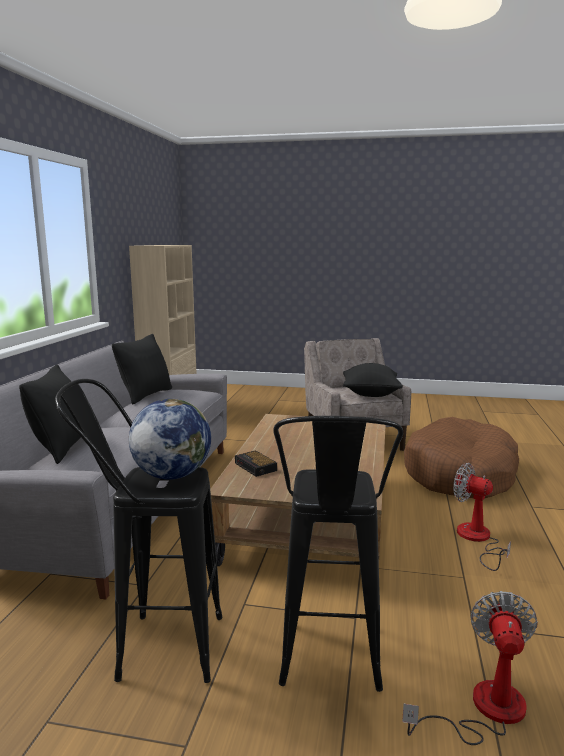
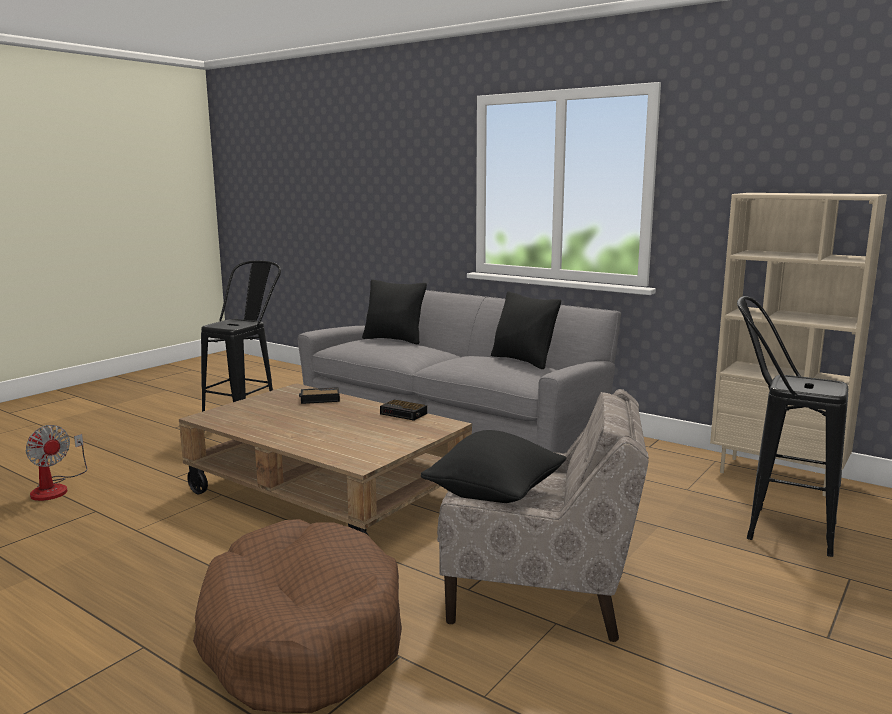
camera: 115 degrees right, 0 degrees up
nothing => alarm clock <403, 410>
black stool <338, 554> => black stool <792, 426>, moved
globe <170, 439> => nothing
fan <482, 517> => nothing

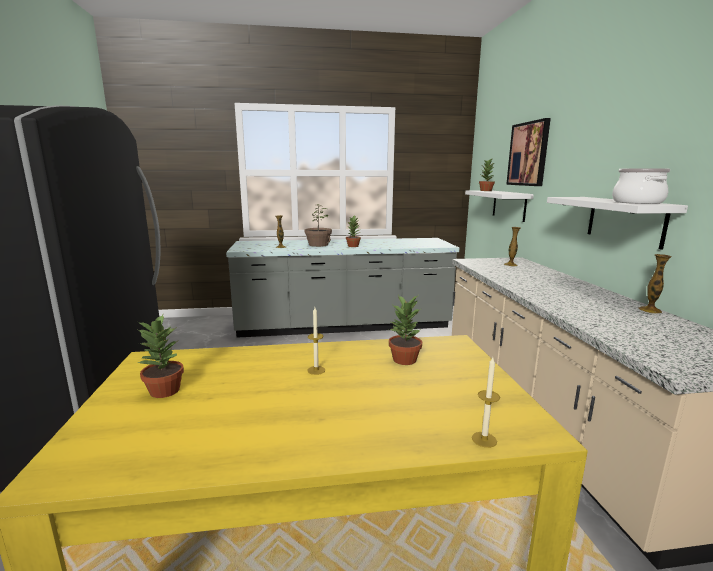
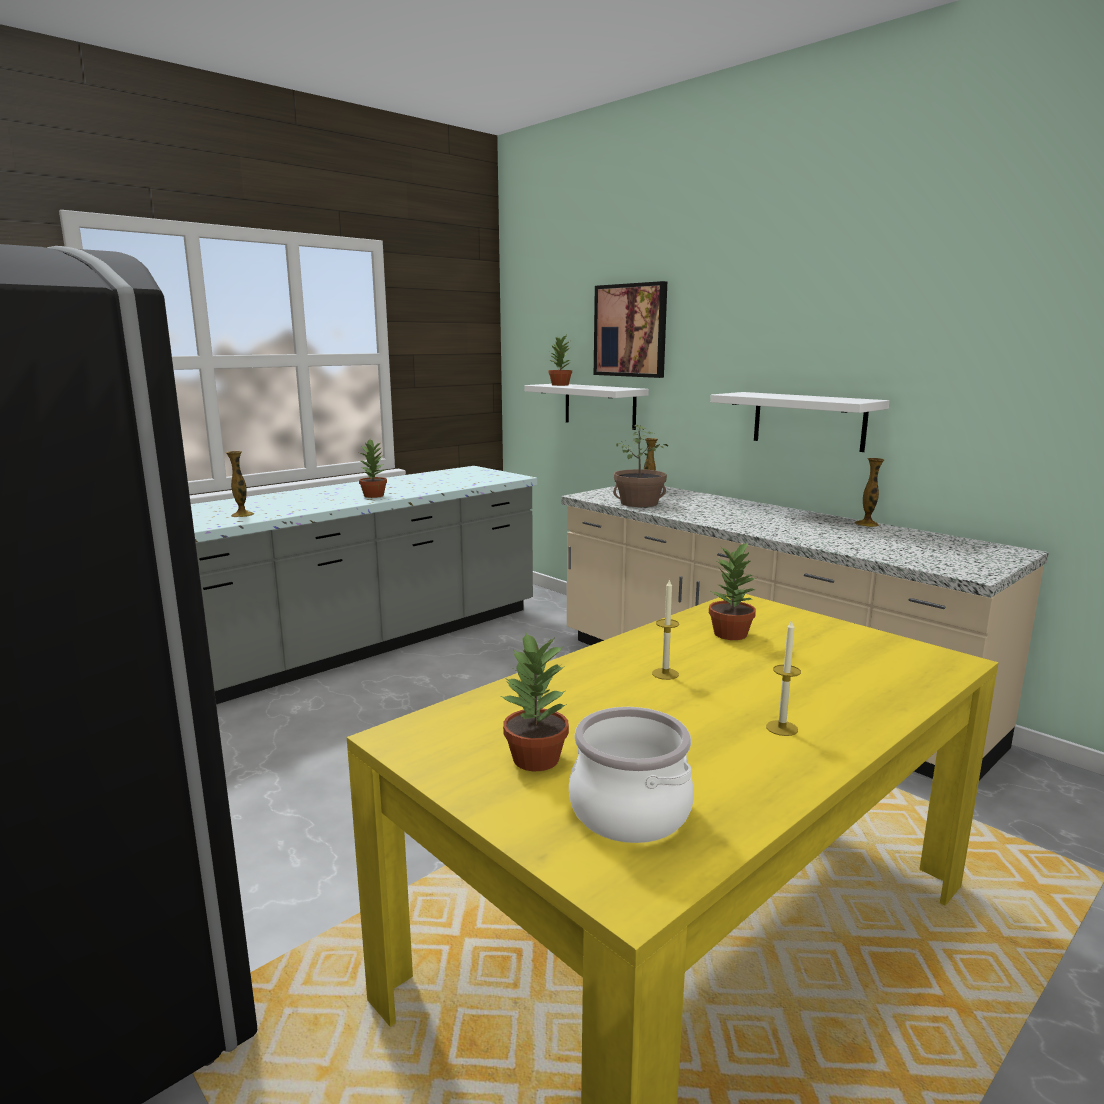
camera: 35 degrees left, 0 degrees up
cooking pot <641, 186> => cooking pot <631, 775>, moved
potted plant <318, 225> => potted plant <641, 466>, moved
candle <486, 402> => candle <783, 677>, moved

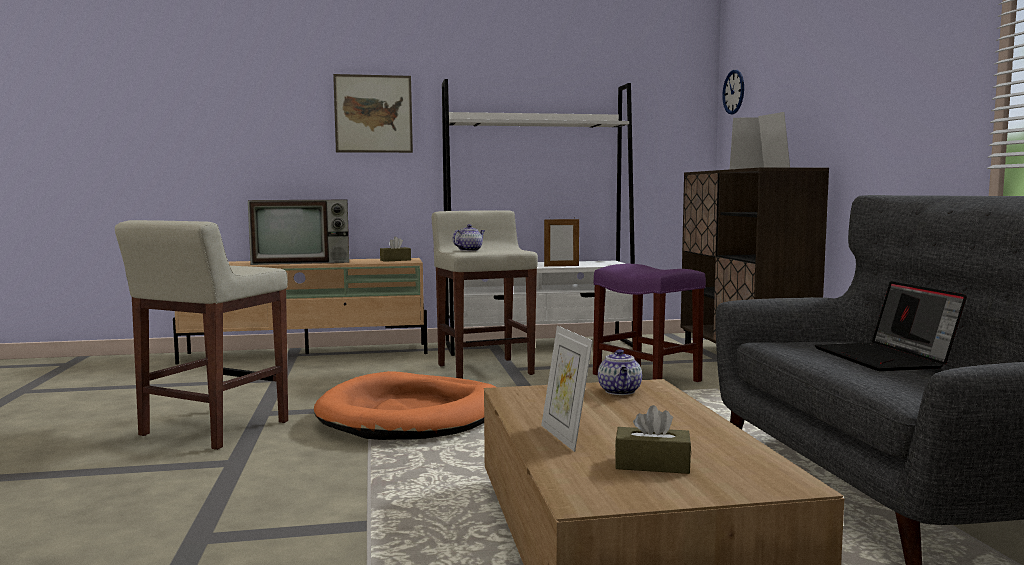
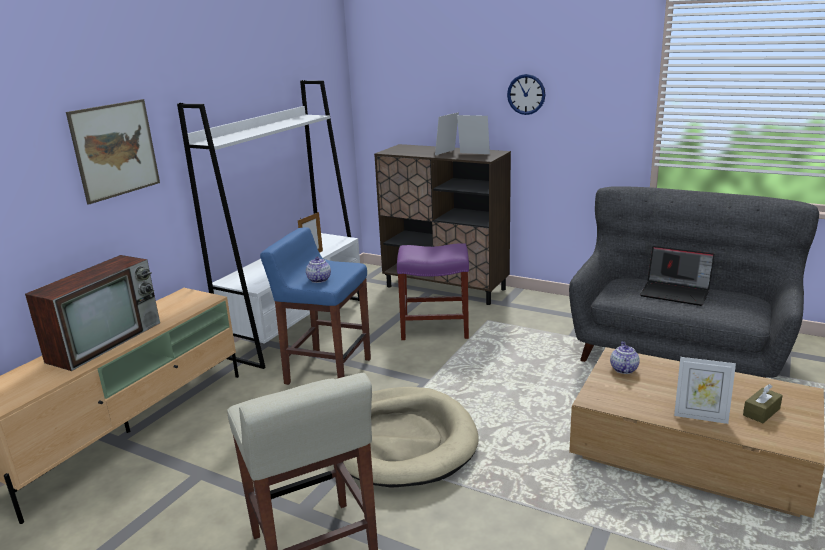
camera: 50 degrees left, 15 degrees up
beige stool <485, 294> => blue stool <315, 306>
orange dog bed <405, 405> => beige dog bed <411, 437>
wall clock <733, 92> => wall clock <526, 94>, moved
teapot <620, 372> => teapot <625, 357>, 120 degrees counterclockwise
brown tissue box <395, 249> => nothing

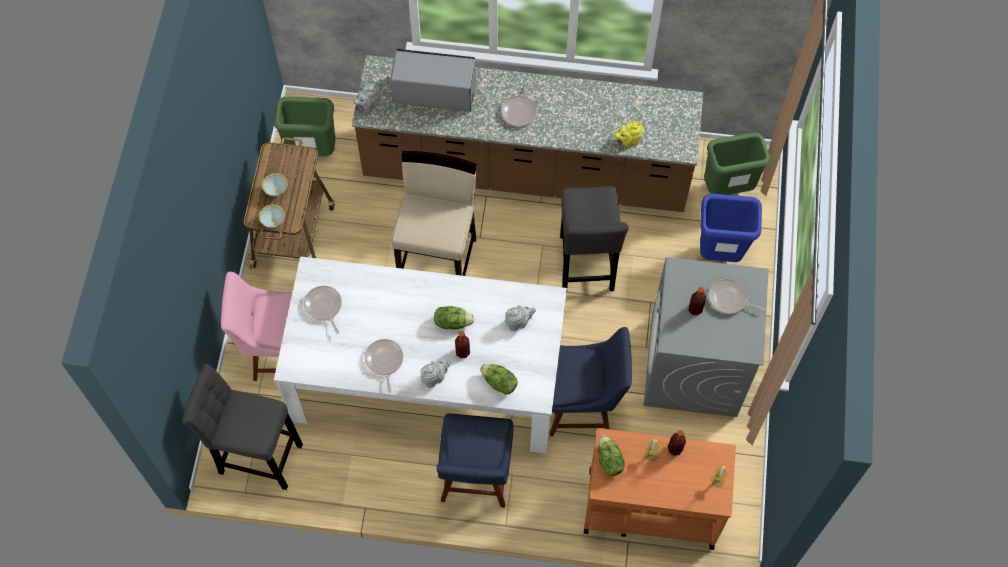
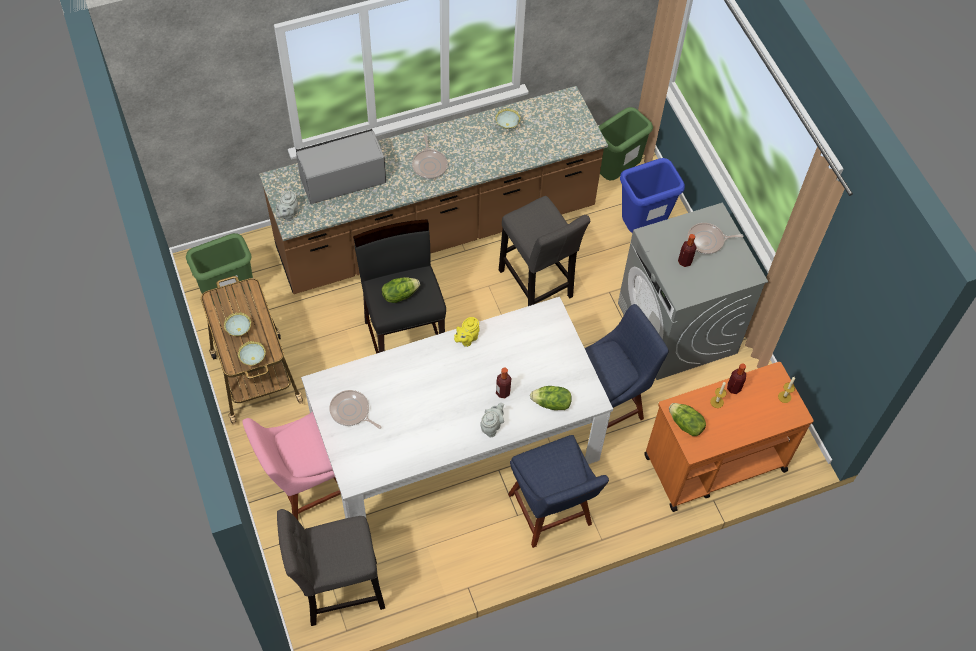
camera: 30 degrees left, 5 degrees down
beige stool <434, 213> => black stool <399, 286>
lettuce <454, 318> => lettuce <401, 290>, moved
yellow teapot <628, 134> => yellow teapot <467, 332>, moved
nothing => bowl <508, 118>
frying pan <384, 365> => nothing
grey teapot <520, 318> => nothing

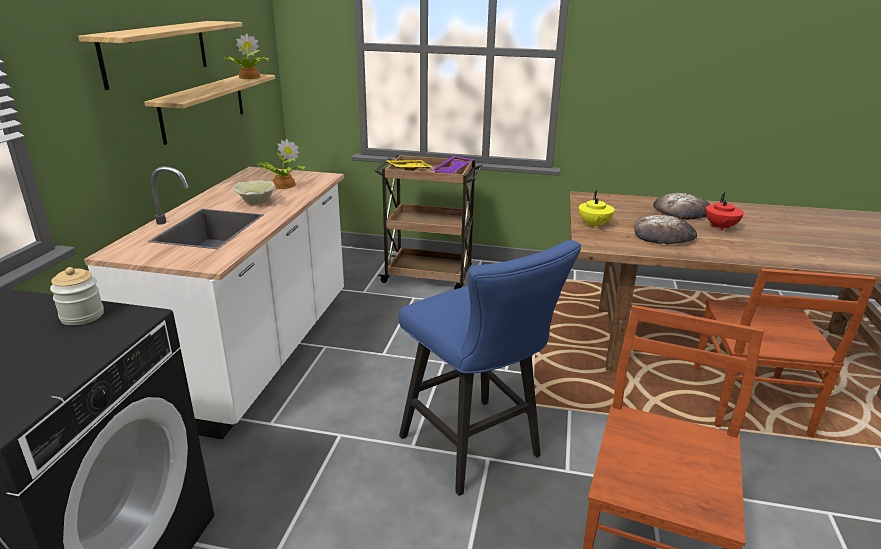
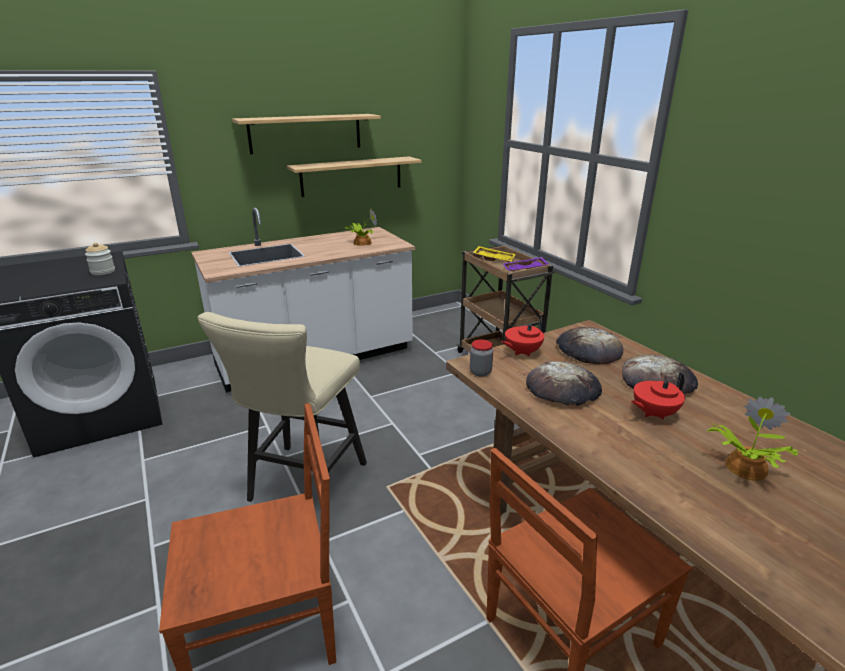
camera: 50 degrees right, 0 degrees up
blue stool <489, 368> => beige stool <282, 410>
nothing => jar <481, 358>
yellow teapot <597, 209> => red teapot <523, 336>
nothing => bread <589, 345>
potted plant <246, 56> => potted plant <752, 439>, moved
beige bowl <253, 192> => nothing

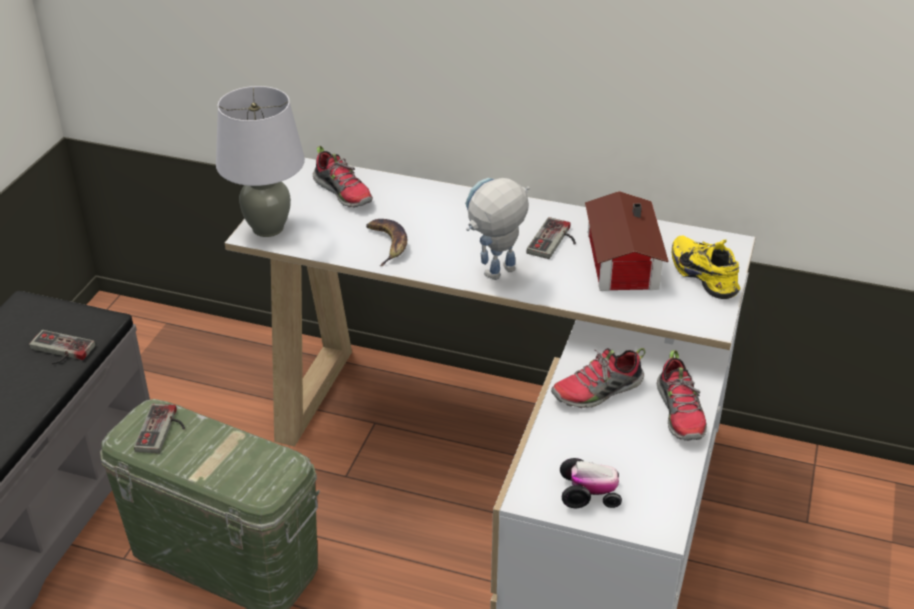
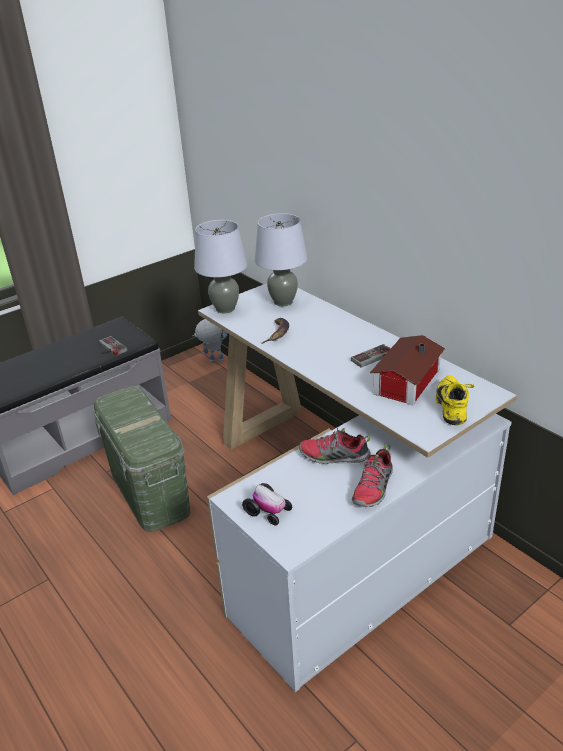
camera: 35 degrees right, 5 degrees down
toy robot <497, 229> => toy robot <210, 341>, moved
shoe <343, 176> => grey table lamp <281, 259>
game controller <159, 428> => nothing

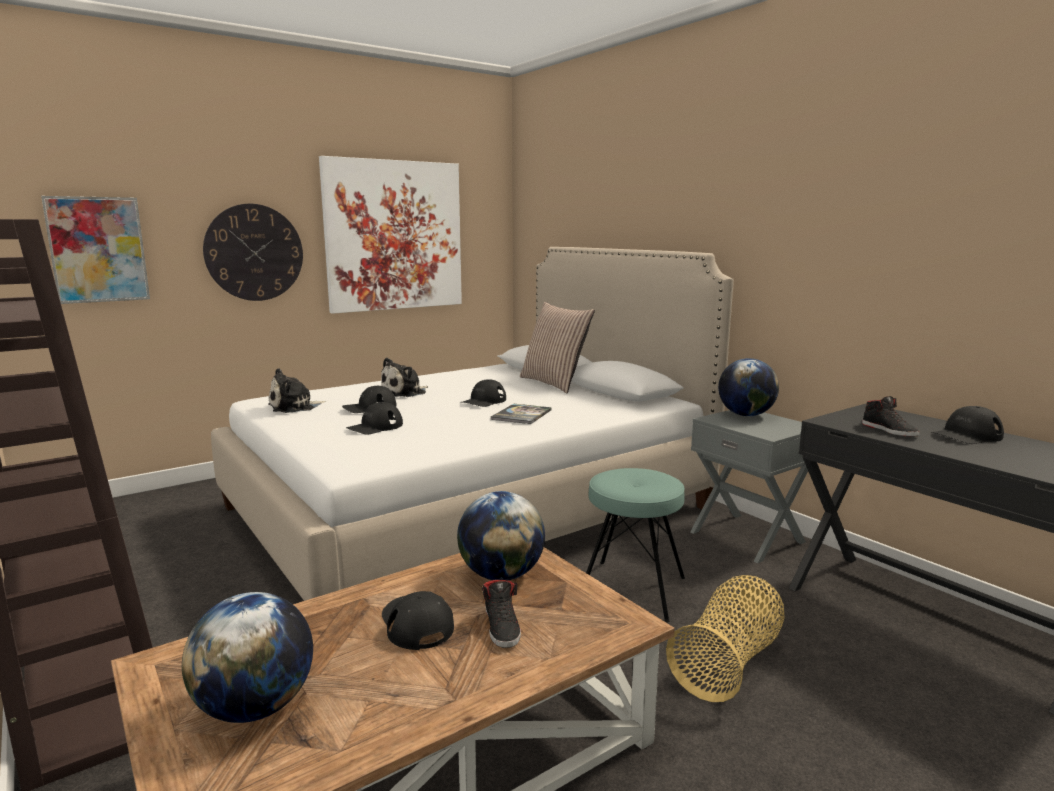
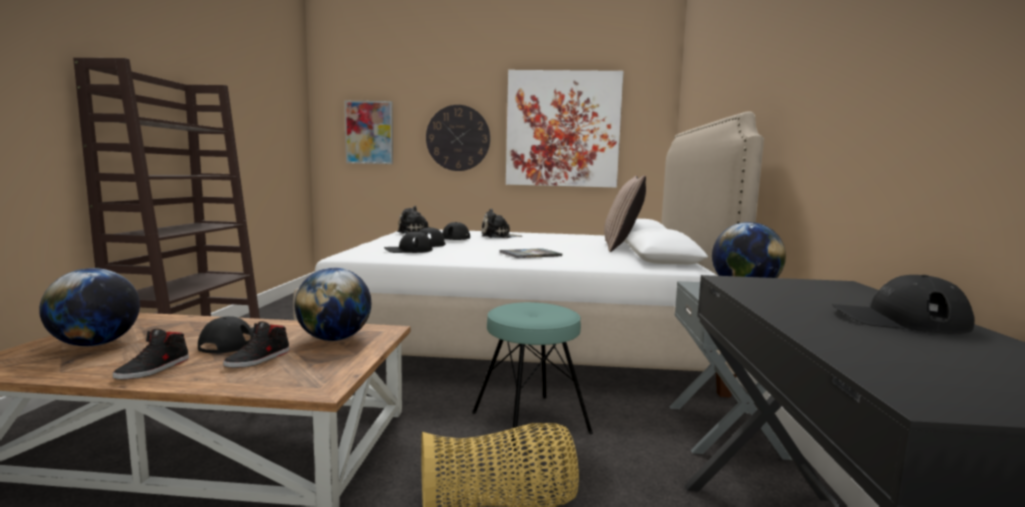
camera: 40 degrees right, 5 degrees down
black shoe <890, 416> => black shoe <151, 354>, moved
black cap <483, 393> => black cap <408, 242>, moved

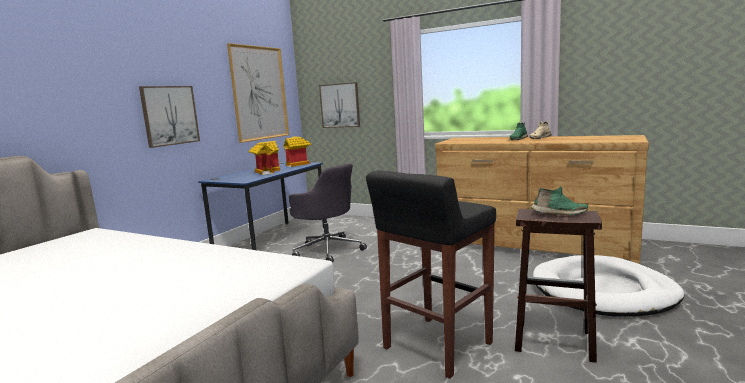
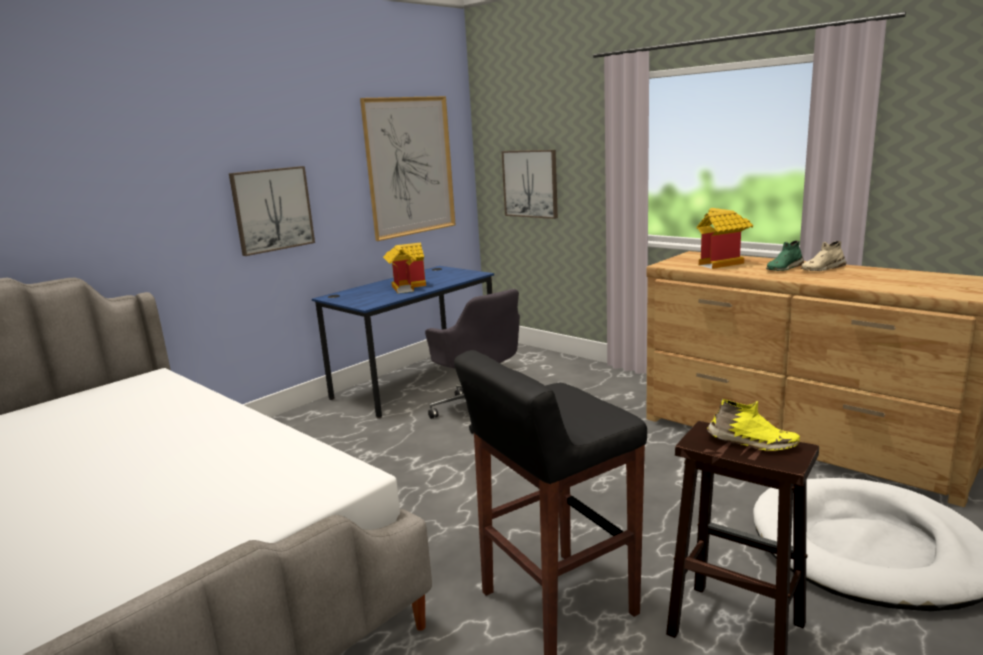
camera: 15 degrees right, 5 degrees up
toy house <297, 151> => toy house <724, 238>, moved
green shoe <559, 200> => yellow shoe <753, 425>

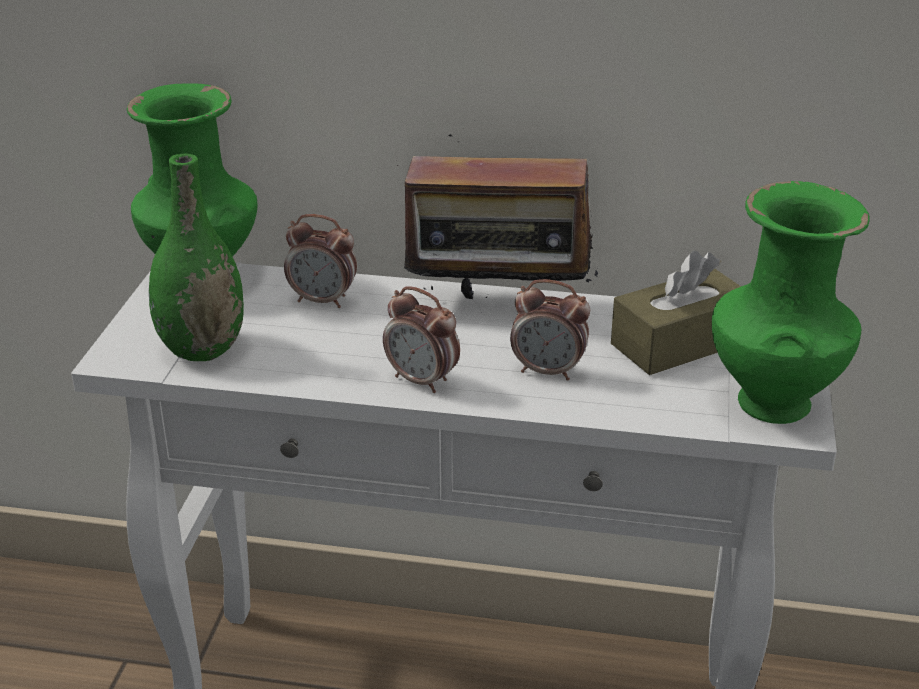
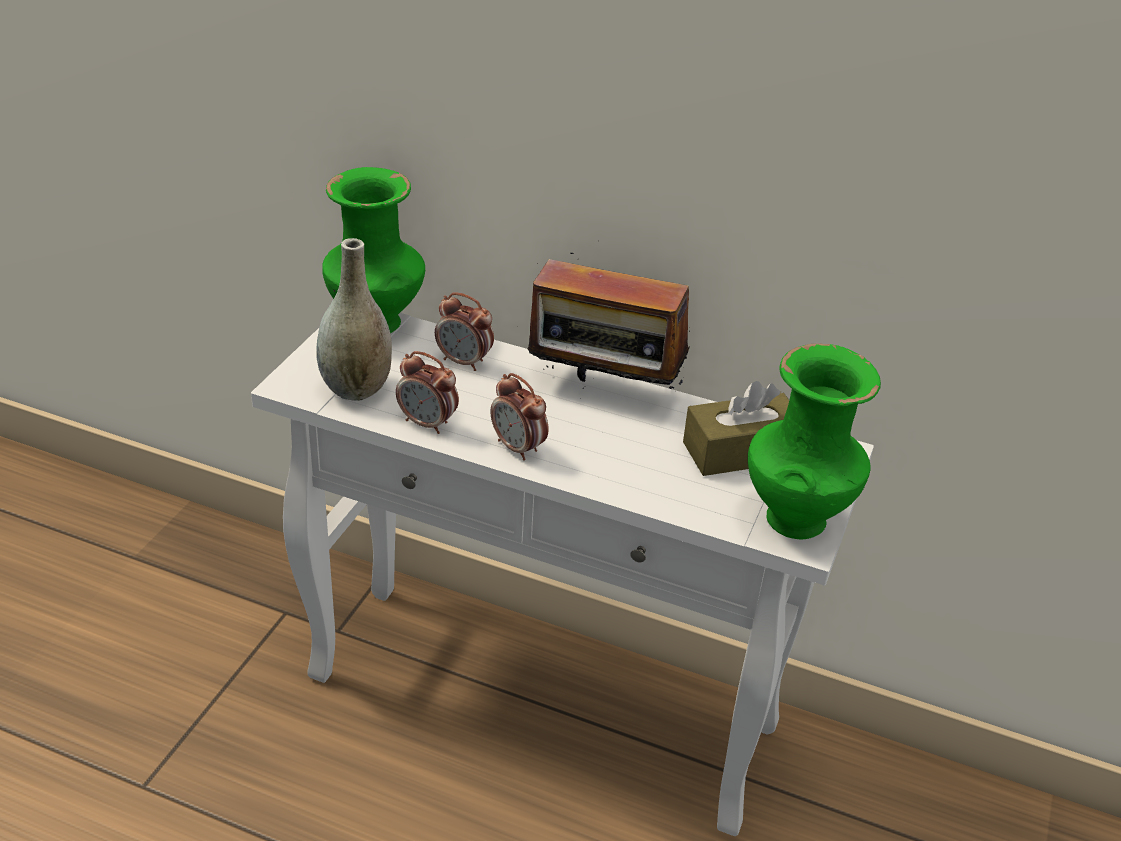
camera: 10 degrees right, 5 degrees up
green vase <196, 257> => grey vase <354, 319>
alarm clock <550, 330> => alarm clock <427, 392>, moved

